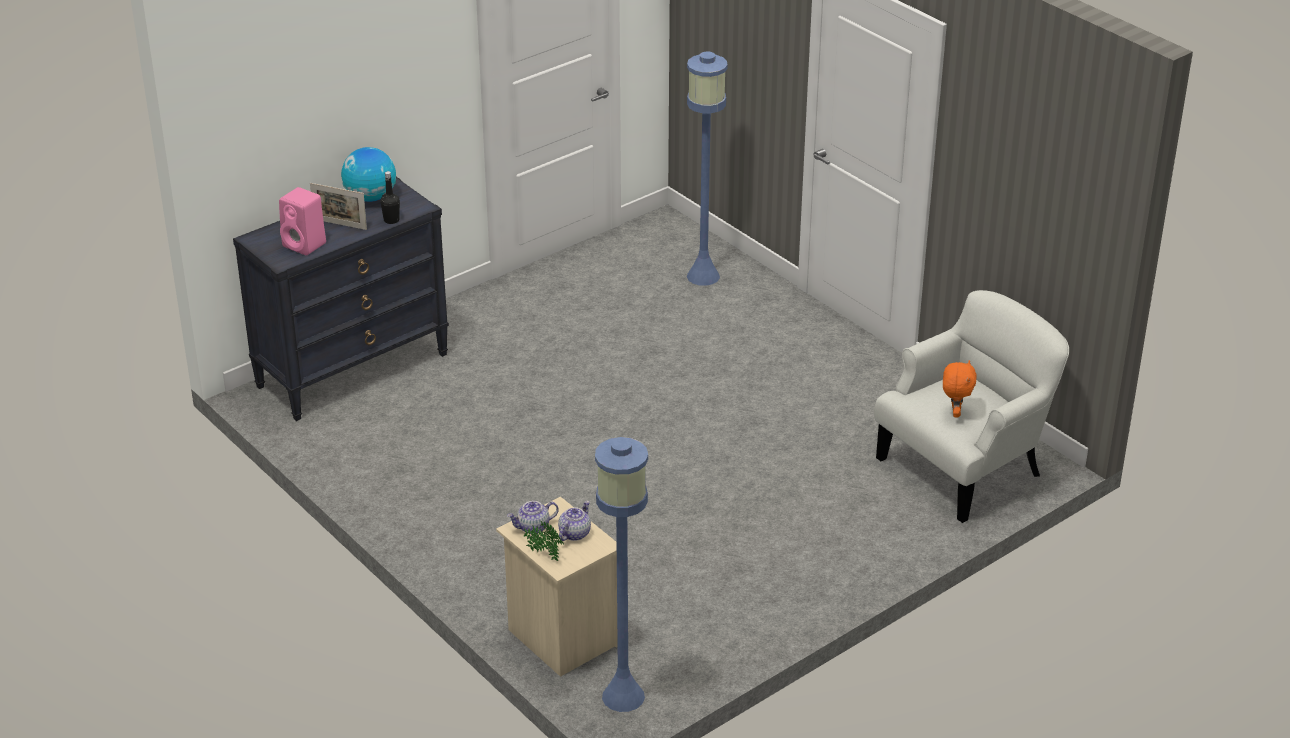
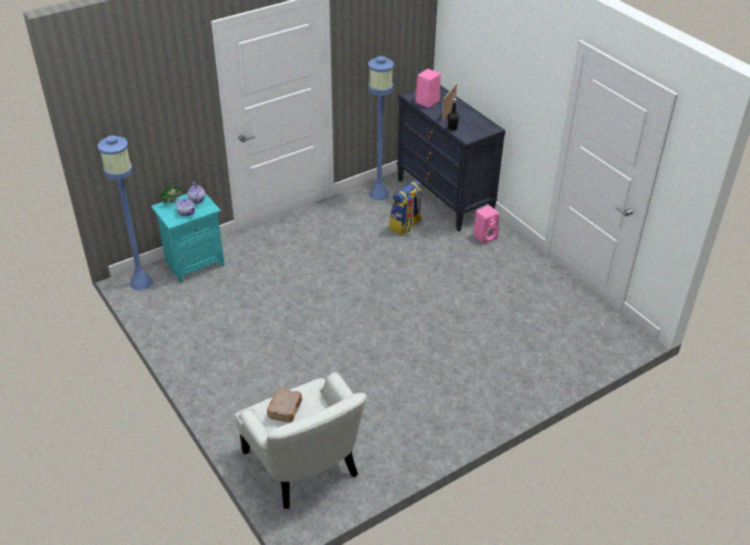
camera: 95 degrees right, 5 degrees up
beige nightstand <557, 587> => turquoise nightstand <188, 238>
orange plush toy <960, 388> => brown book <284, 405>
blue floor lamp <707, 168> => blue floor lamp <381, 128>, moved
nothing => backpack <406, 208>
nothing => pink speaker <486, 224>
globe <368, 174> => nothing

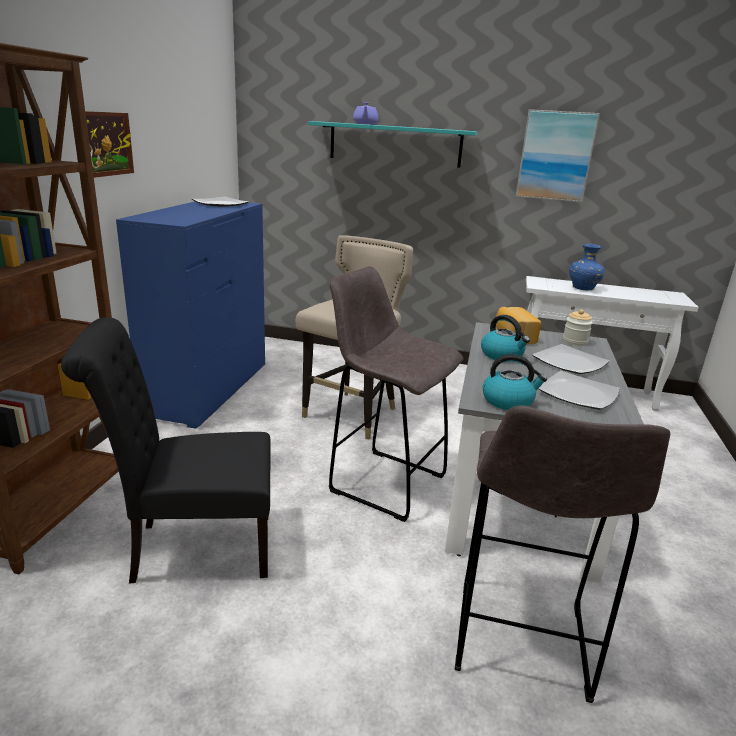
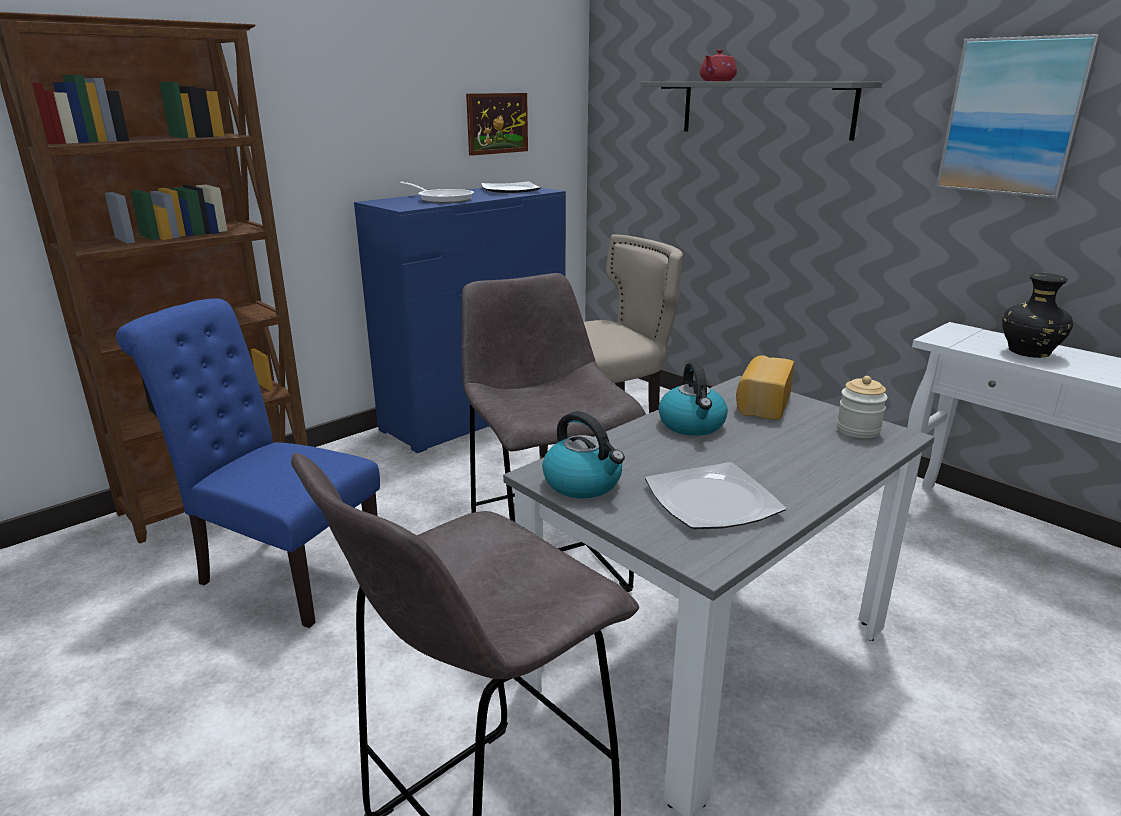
camera: 35 degrees right, 0 degrees up
black chair <166, 450> => blue chair <248, 463>
nothing => frying pan <437, 192>
picture <109, 144> => picture <497, 124>, moved
turquoise shelf <393, 144> => grey shelf <761, 111>
purple teapot <365, 113> => red teapot <718, 65>
blue vase <587, 267> => black vase <1037, 315>
plate <571, 359> => nothing

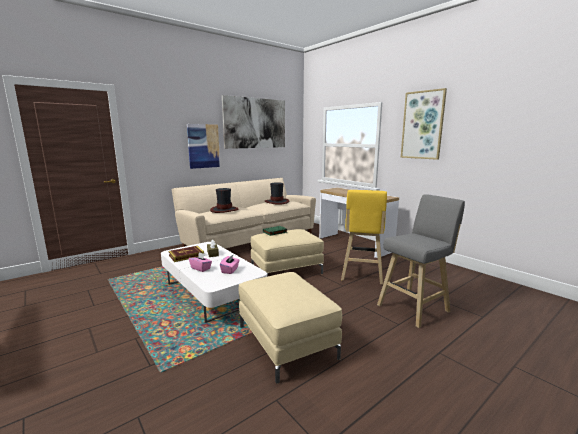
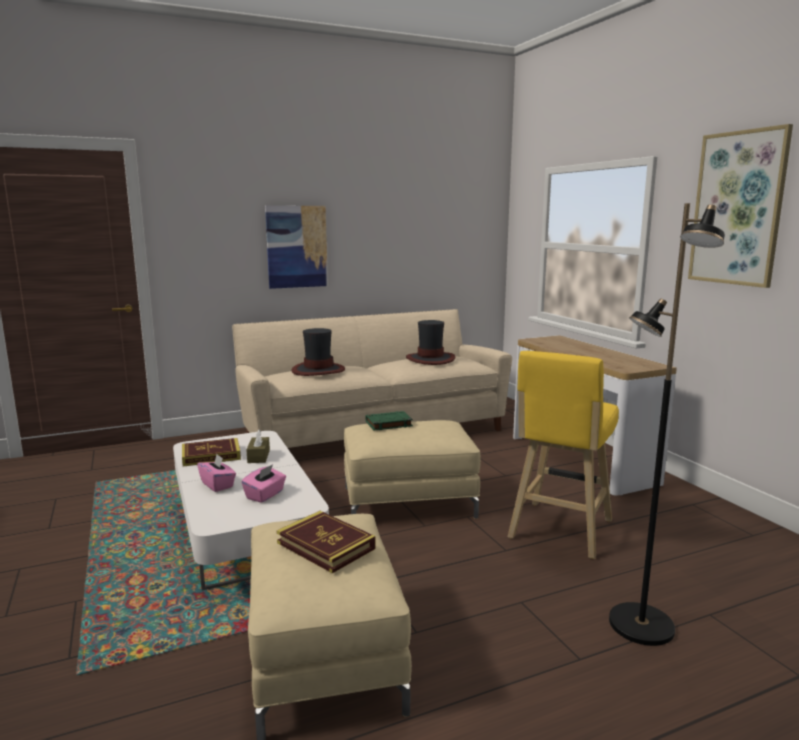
camera: 15 degrees right, 0 degrees up
nothing => book <326, 542>
grey stool <421, 261> => black floor lamp <666, 424>
picture <253, 122> => nothing

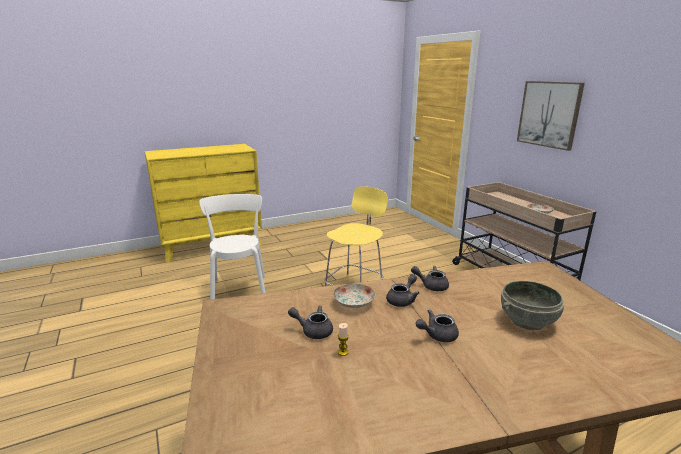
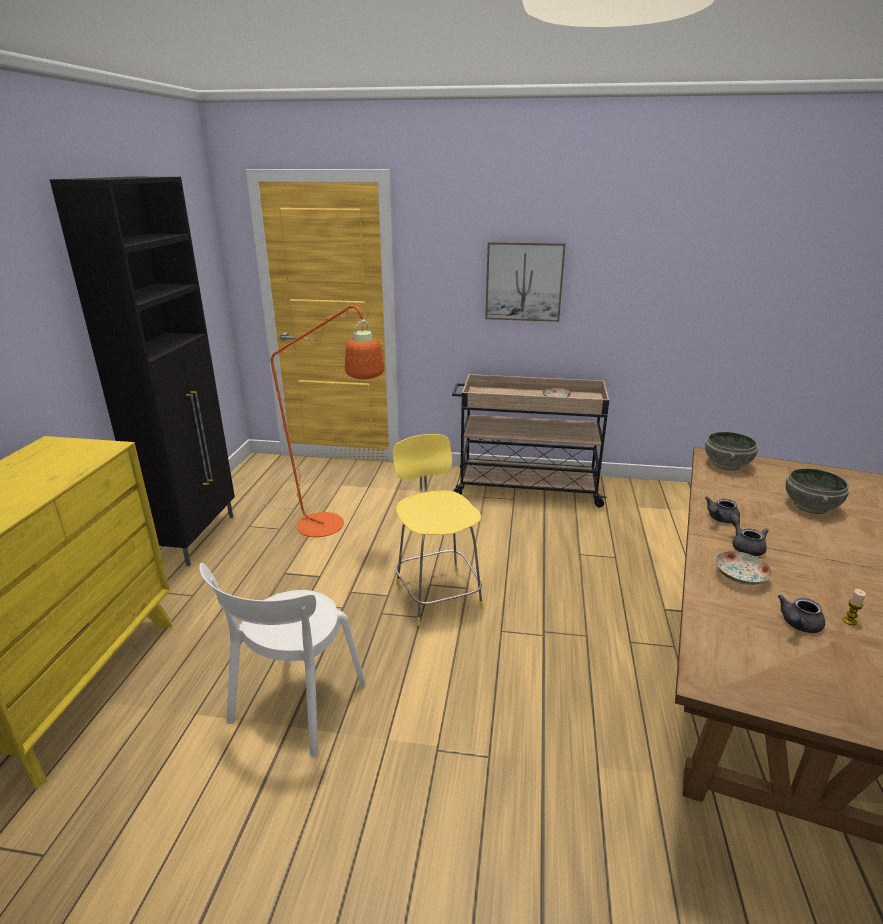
camera: 55 degrees left, 5 degrees up
nothing => black cabinet <142, 371>
white chair <232, 247> => white chair <282, 660>, 90 degrees counterclockwise
nothing => orange floor lamp <309, 419>
nothing => grey bowl <731, 451>
grey teapot <437, 325> => nothing

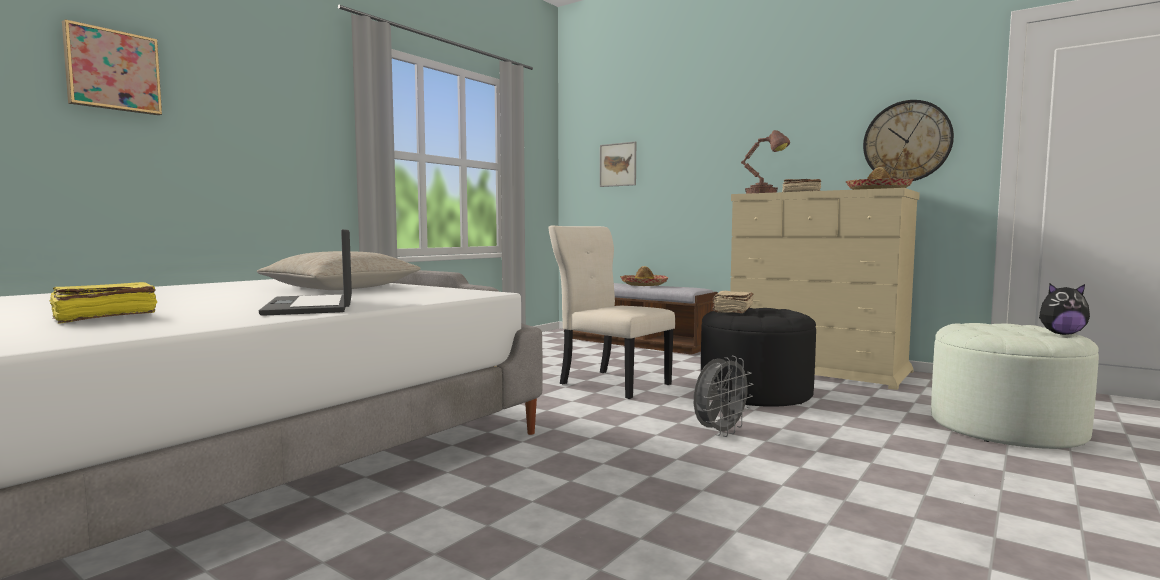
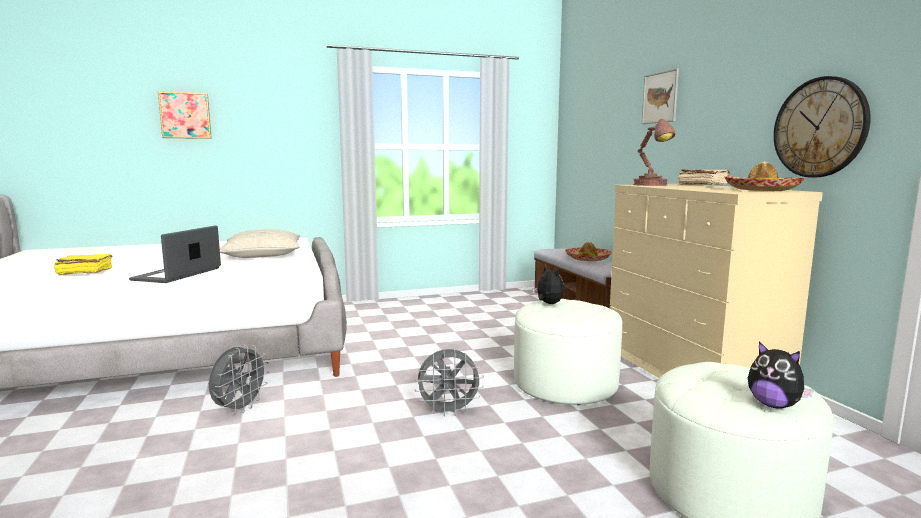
camera: 35 degrees right, 5 degrees up
nothing => grey fan <239, 379>
black ottoman <758, 357> => white ottoman <568, 352>
beige book <733, 302> => plush toy <548, 285>
picture <618, 164> => picture <660, 96>, moved
beige chair <611, 312> => nothing

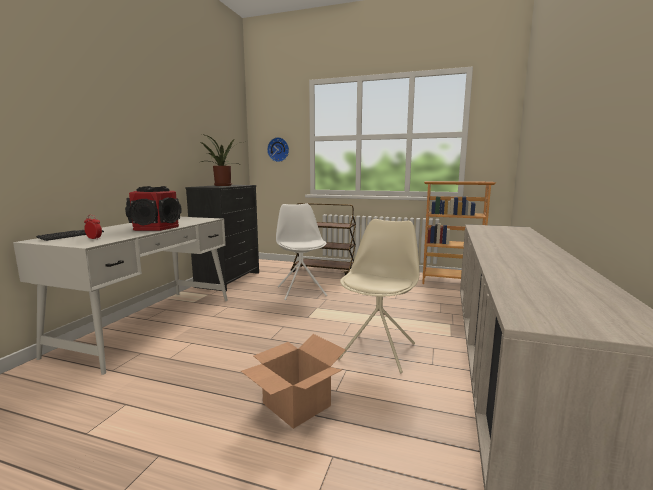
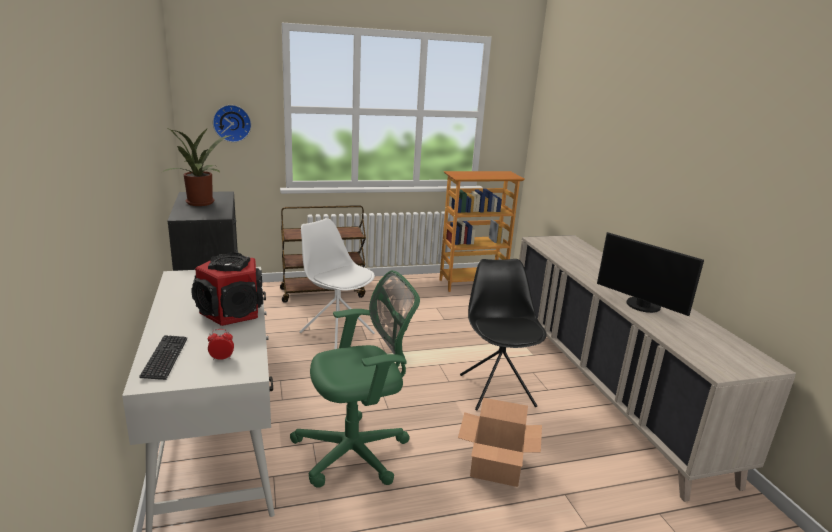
camera: 35 degrees left, 10 degrees up
nothing => green office chair <355, 379>
beige chair <379, 296> => black chair <503, 335>
nothing => monitor <650, 274>

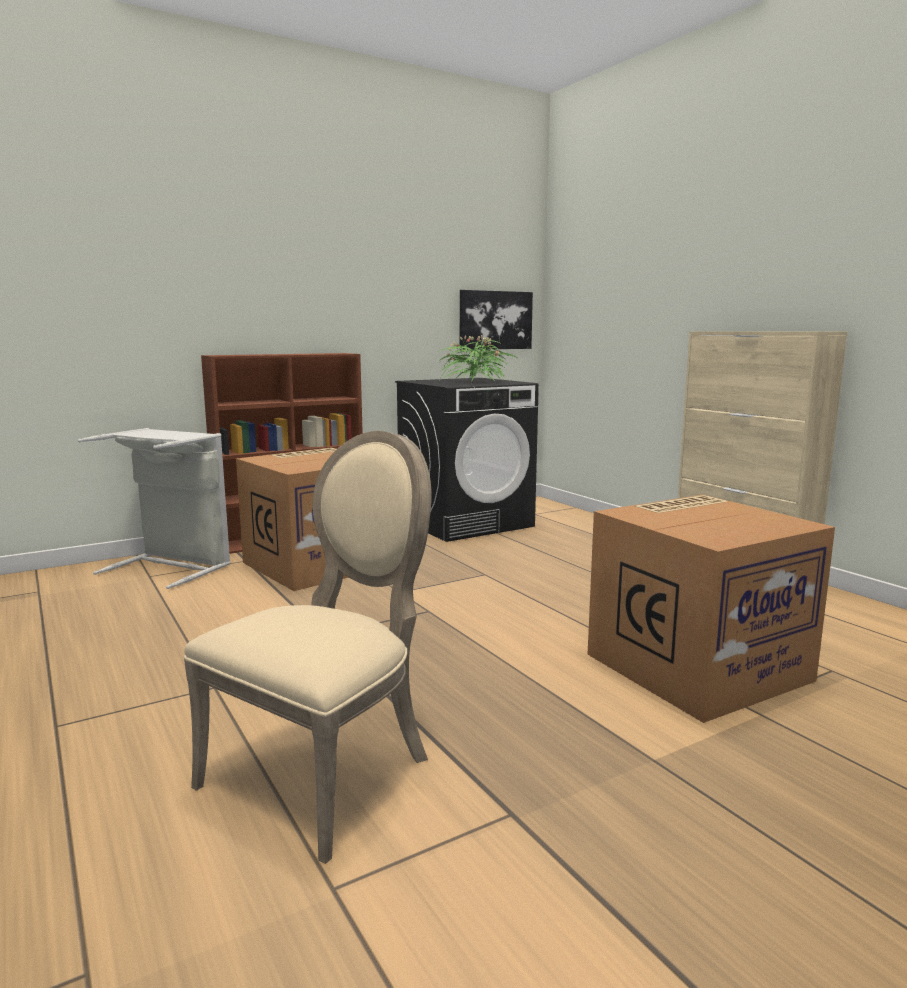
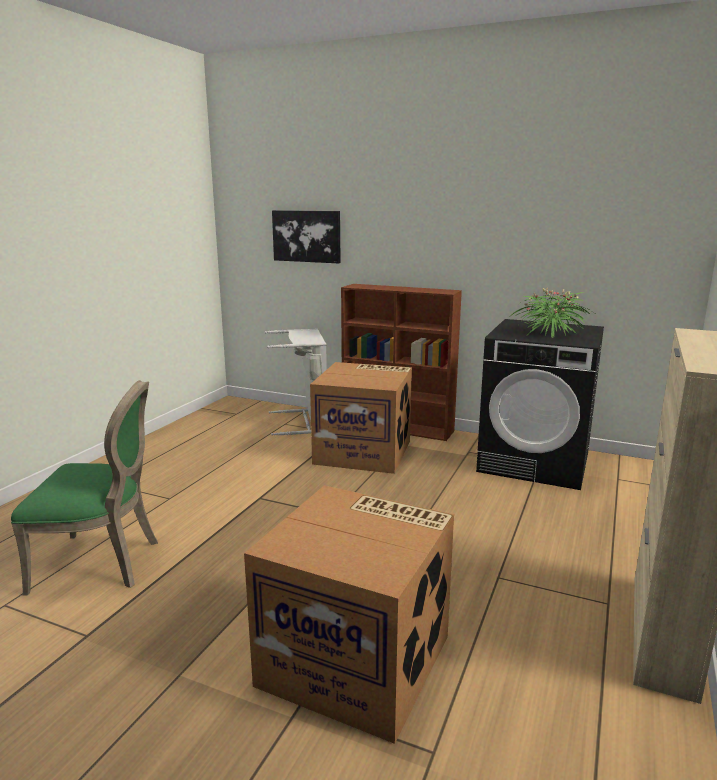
camera: 55 degrees right, 5 degrees up
beige chair <308, 647> => green chair <84, 488>
picture <496, 320> => picture <306, 236>, moved

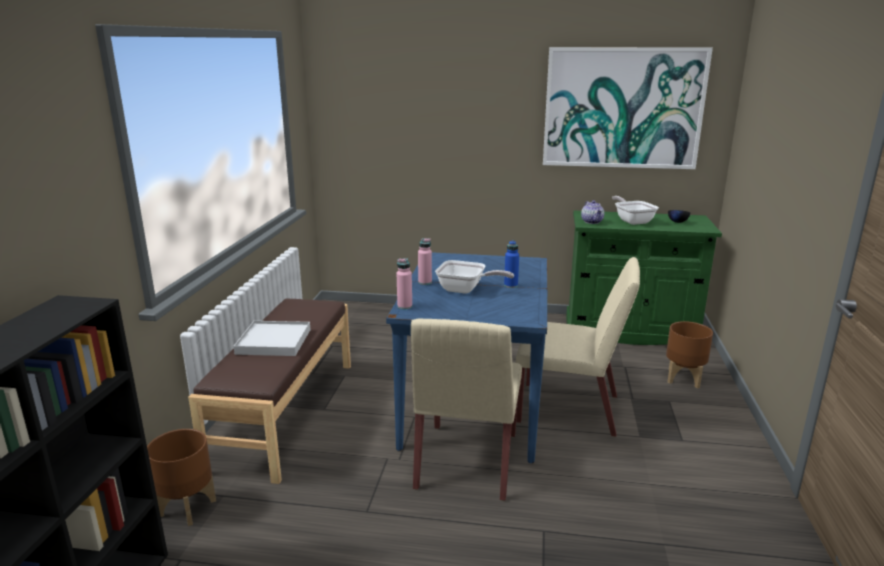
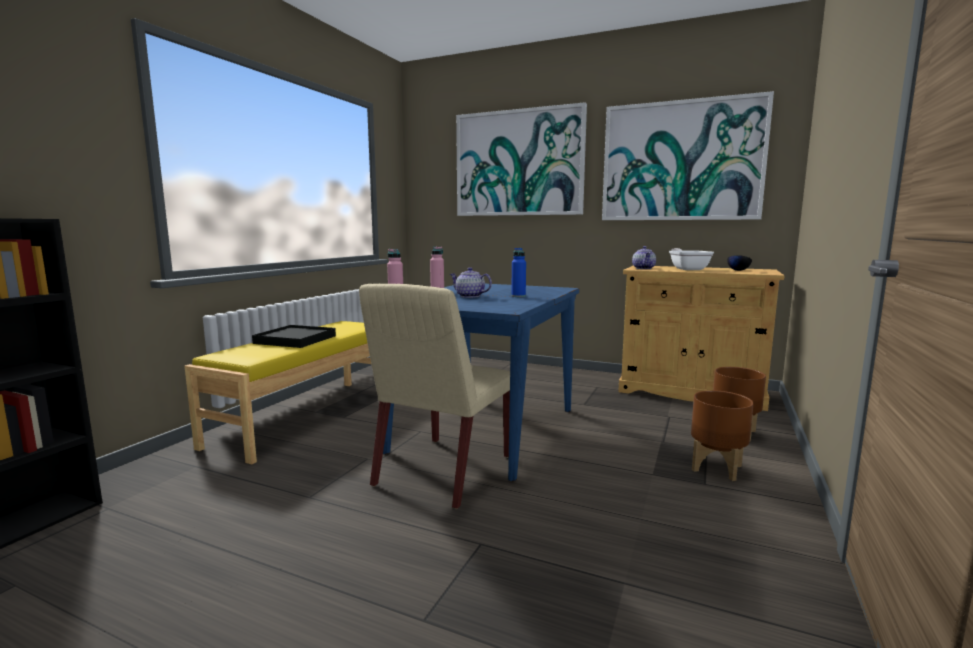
camera: 15 degrees right, 10 degrees down
brown bench <269, 391> => yellow bench <277, 392>
white tray <272, 338> => black tray <294, 336>
frying pan <474, 277> => teapot <471, 282>
nothing => picture <521, 159>
green cabinet <644, 278> => beige cabinet <701, 338>
brown planter <181, 477> => brown planter <722, 435>, moved
beige chair <578, 347> => nothing

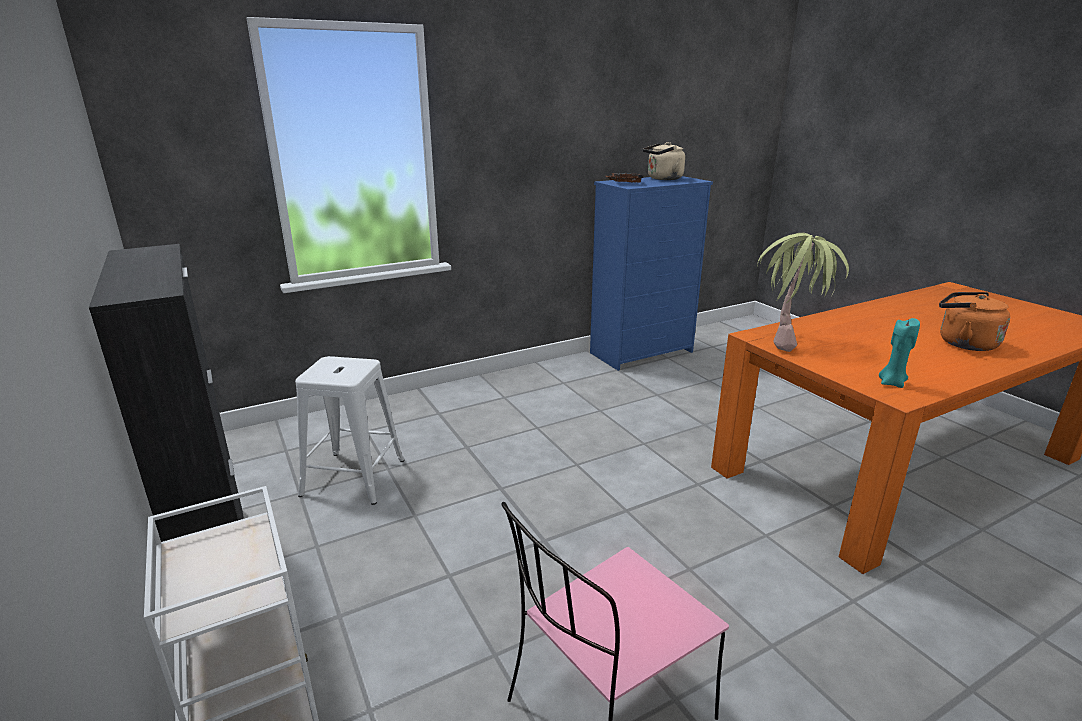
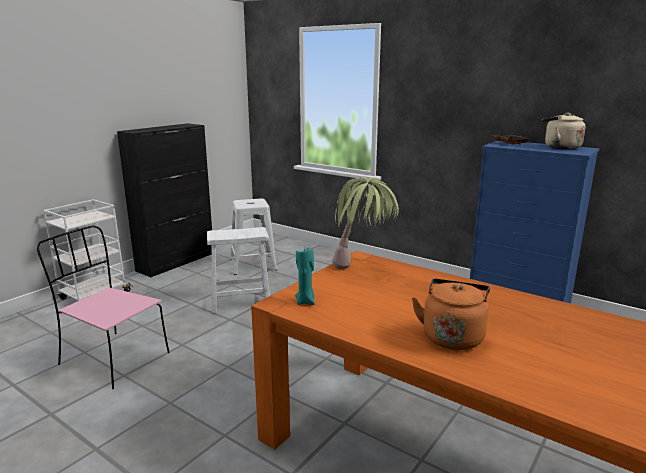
camera: 65 degrees right, 5 degrees down
nothing => white stool <238, 270>

